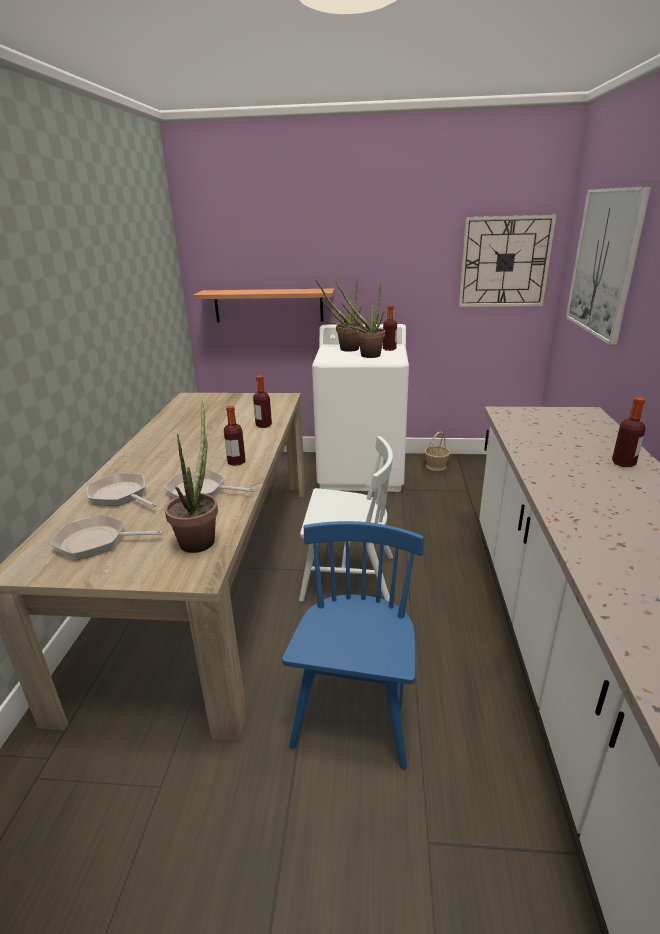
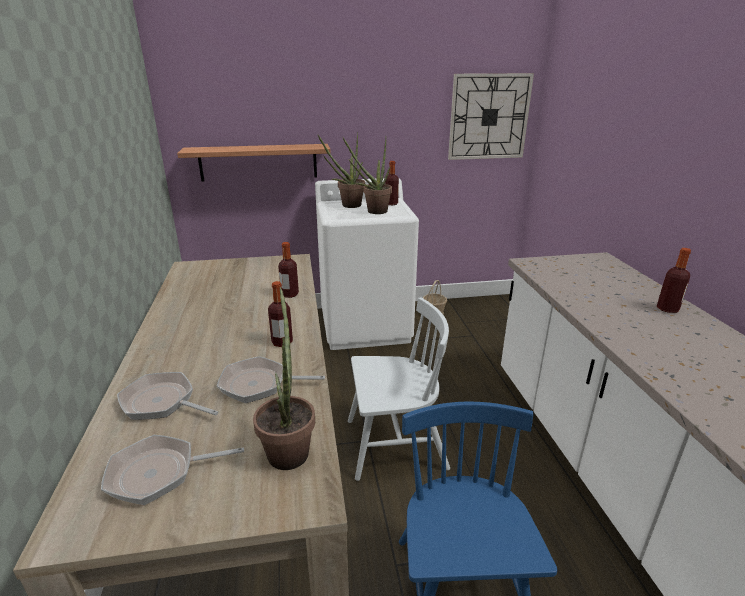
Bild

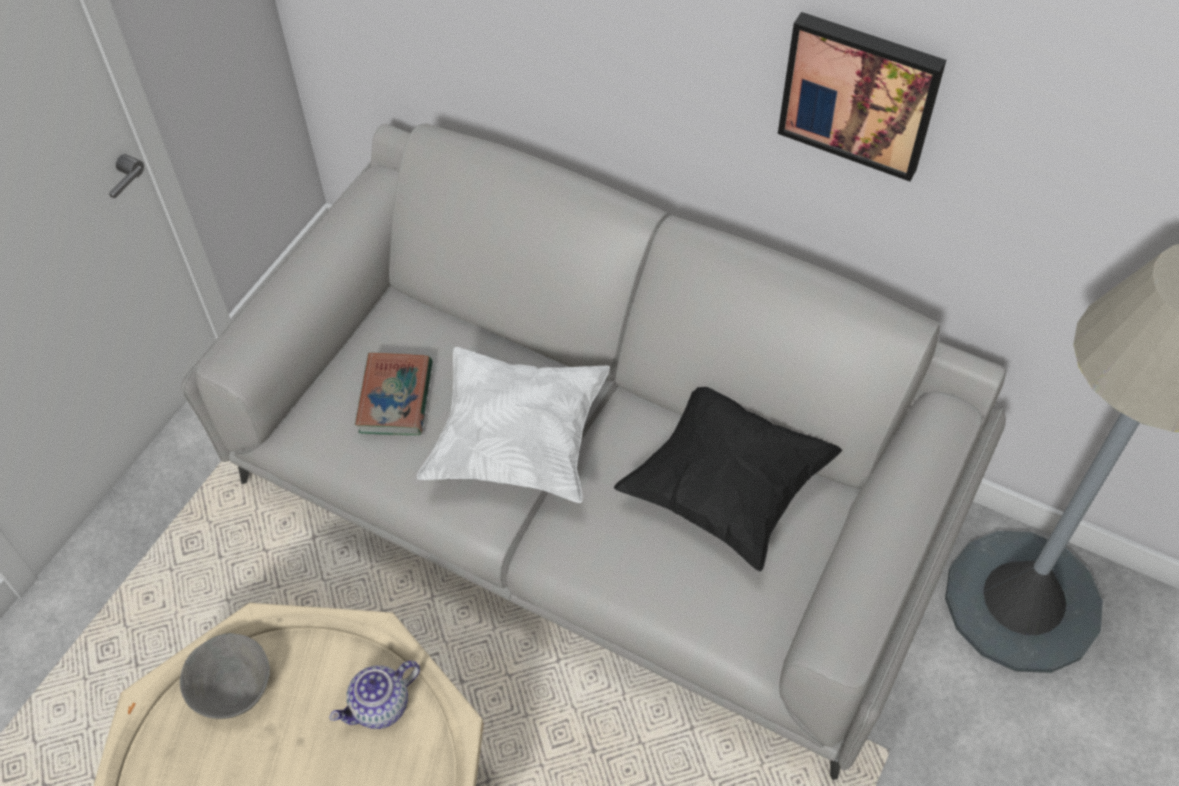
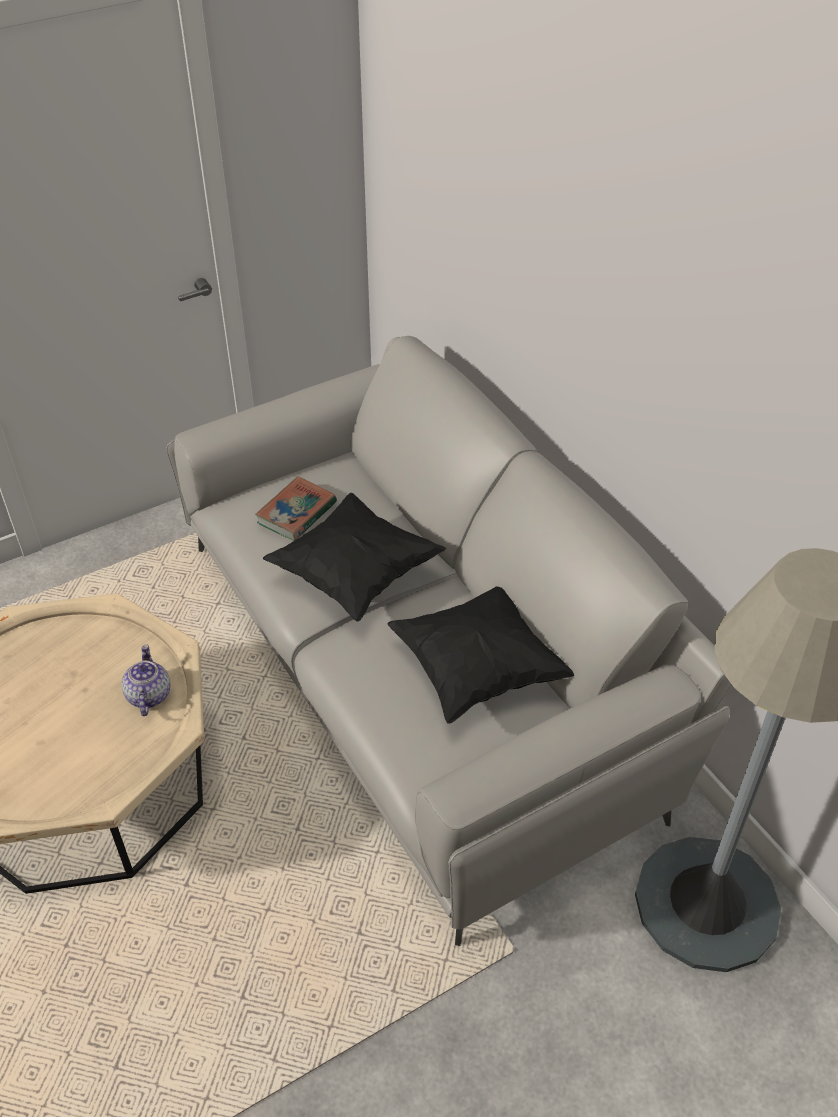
Teekanne
Kissen [schwarz] (1st from left)
Schüssel [grau]
Bild

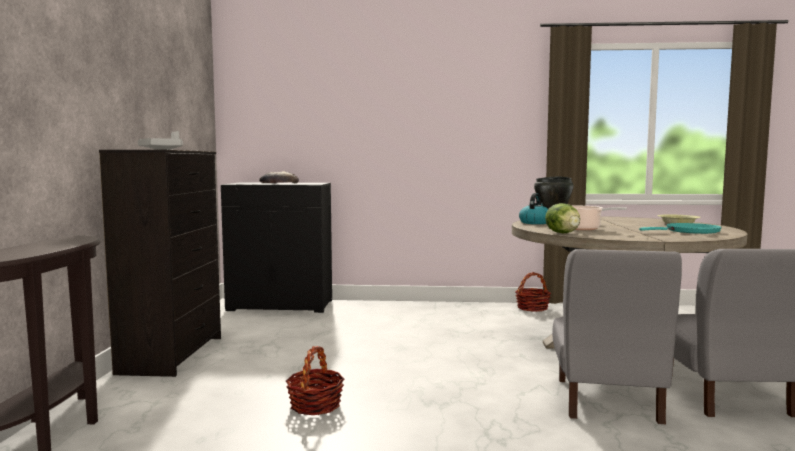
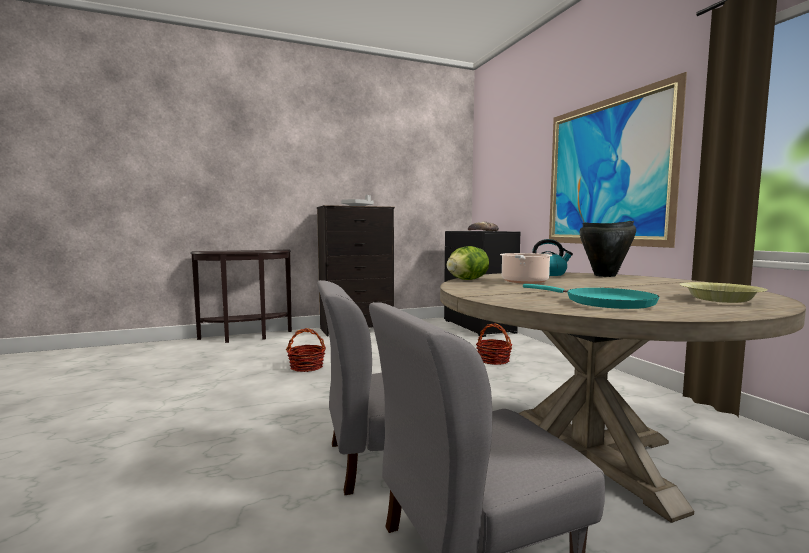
Korb (2nd from left)
Bild

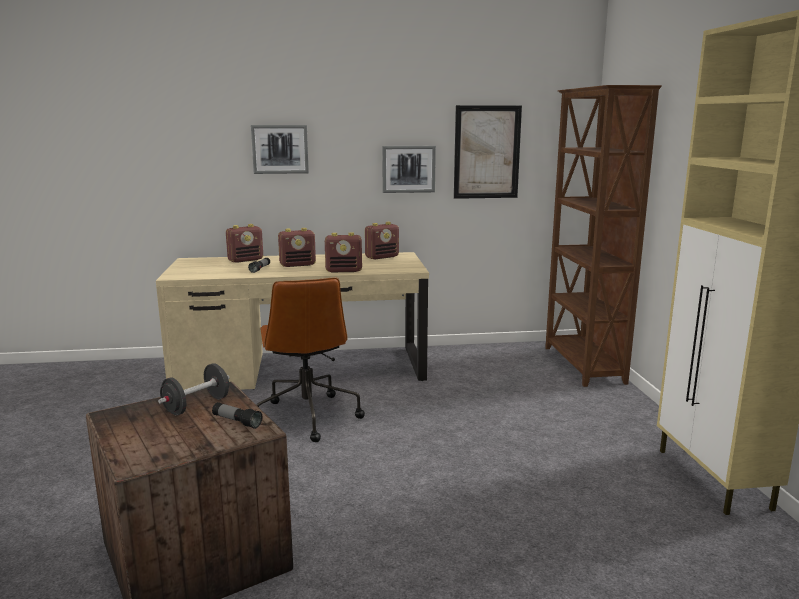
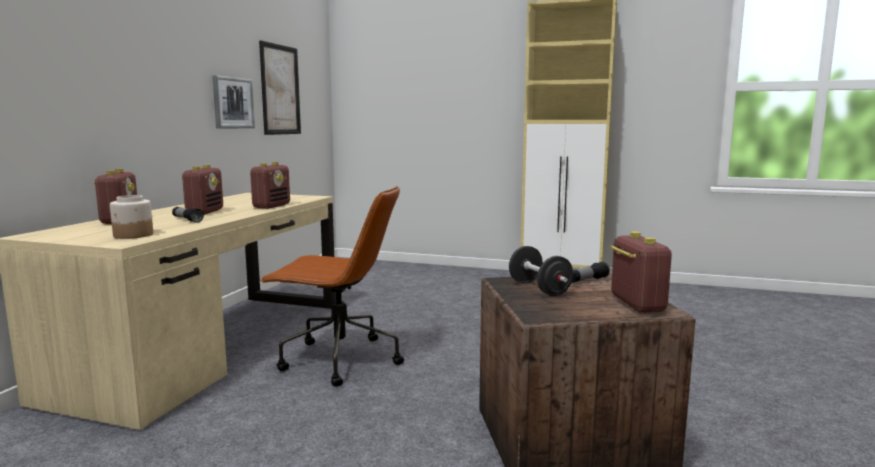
Vorratsglas
Radio (4th from left)
Bild (1st from left in the first image)
Bücherregal [braun]

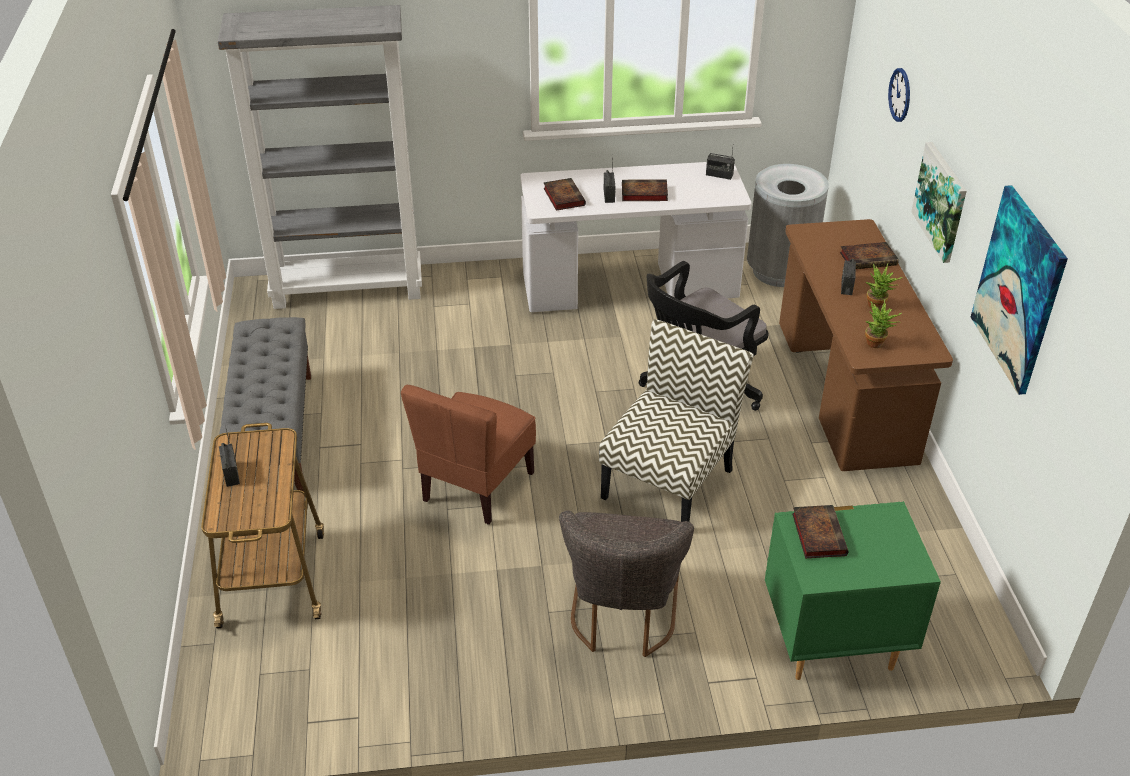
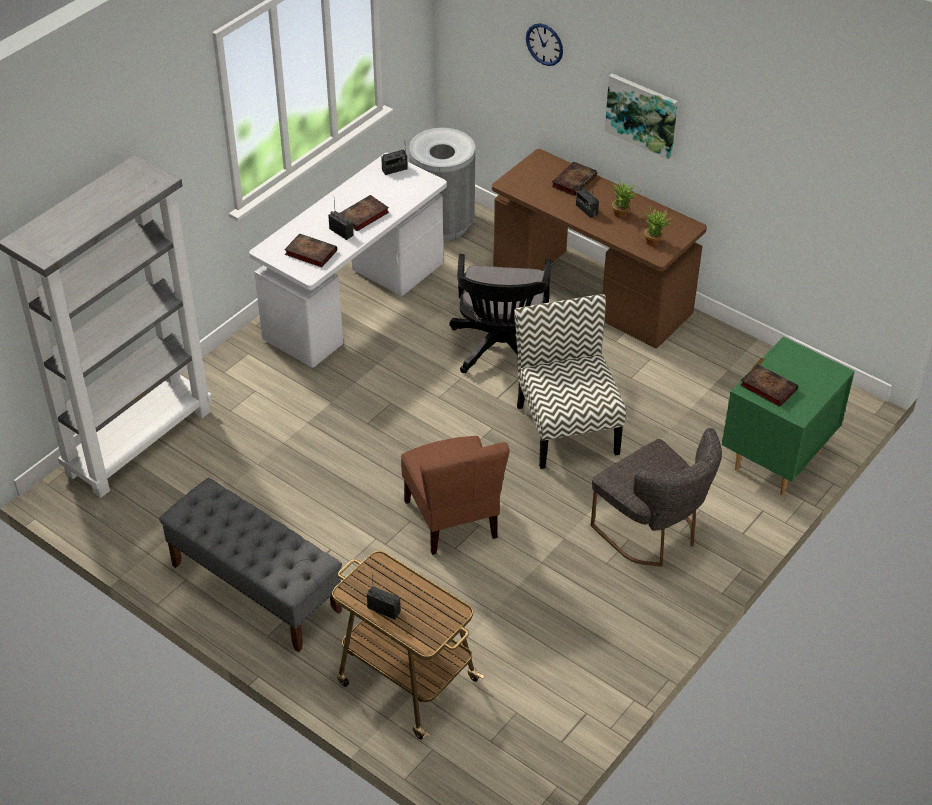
Bild (2nd from left in the first image)

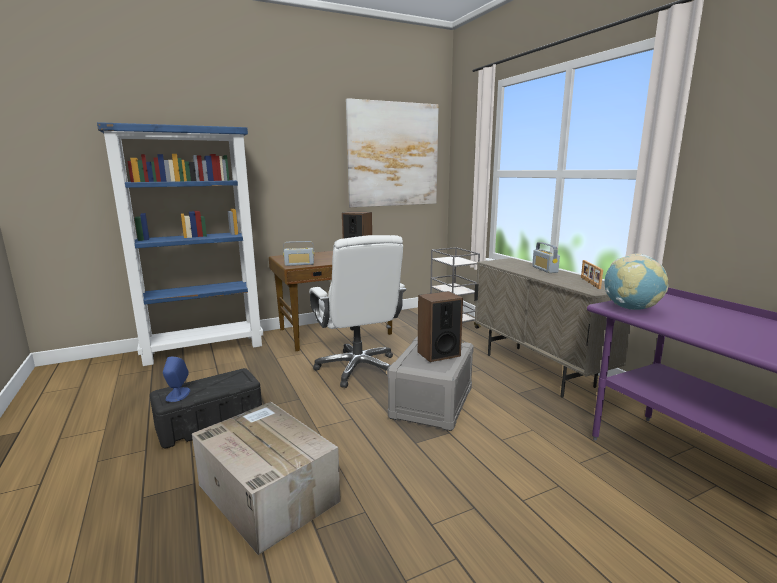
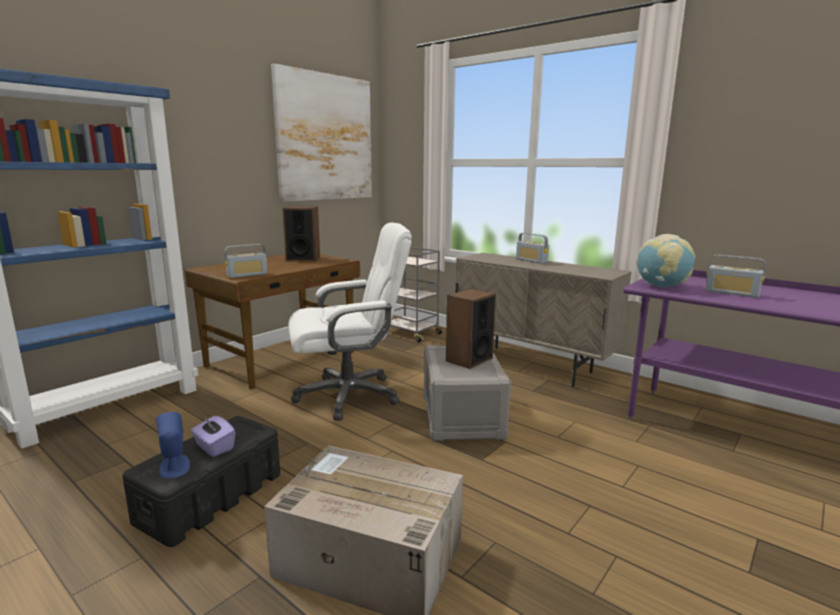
Taschentuchbox [lila]
Bürostuhl [weiß]
Radio (3rd from left)
Bilderrahmen

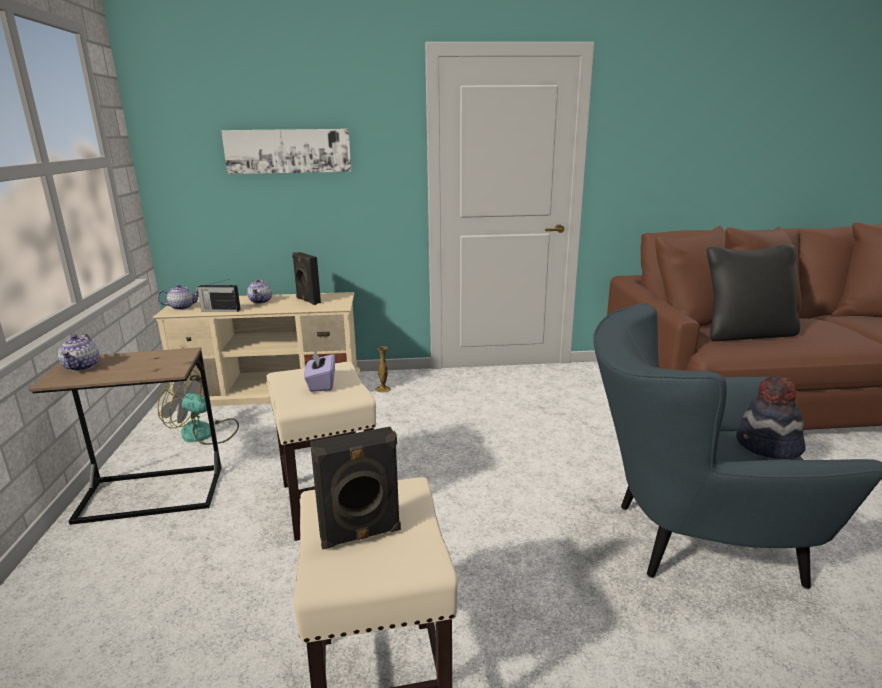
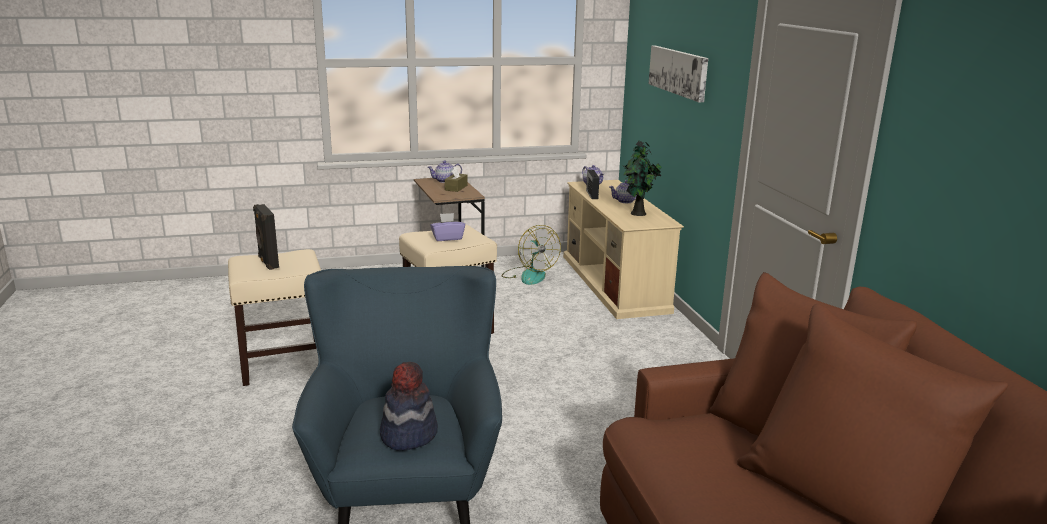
Taschentuchbox [braun]
Ventilator
Topfpflanze
Vase
Kissen [schwarz]

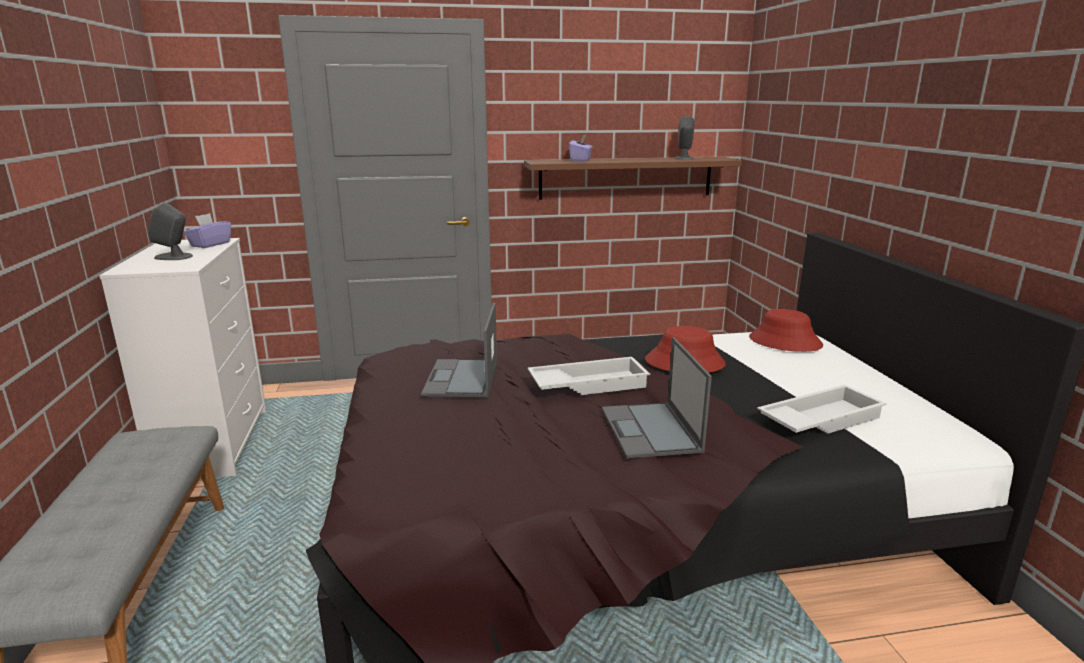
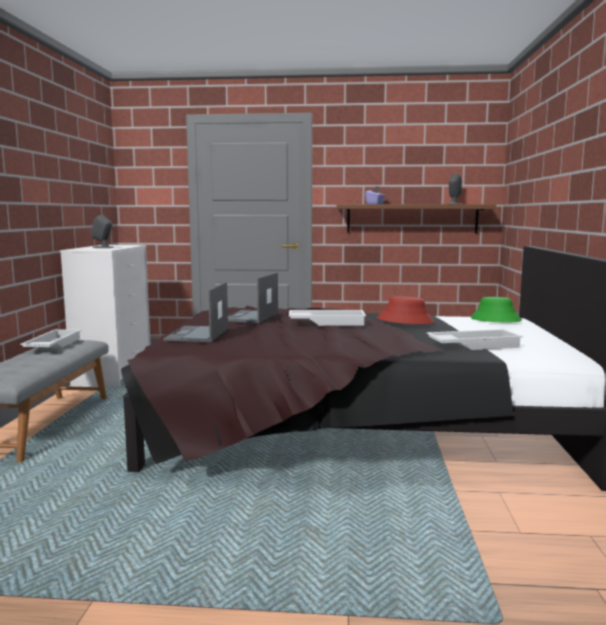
Tablett [weiß] (1st from left)
Laptop (1st from left)
Hut [grün]
Taschentuchbox [lila] (1st from left in the first image)

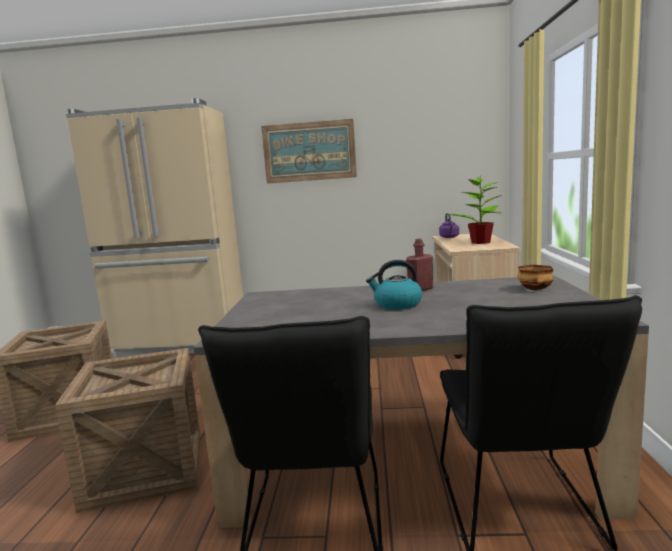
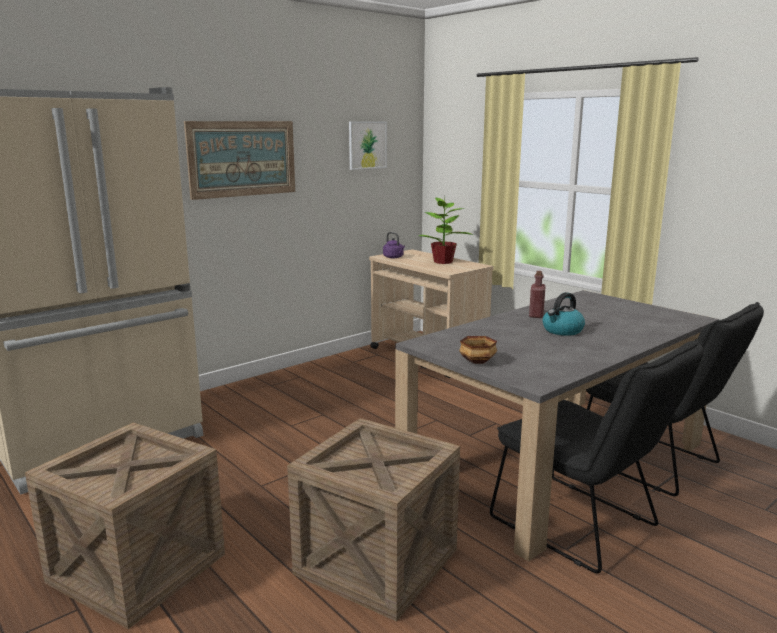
Bild (2nd from left)
Schüssel

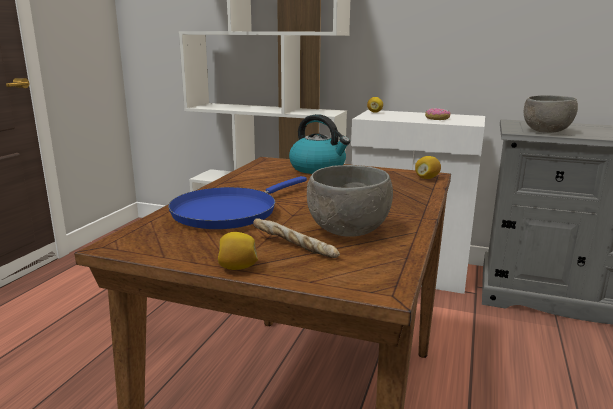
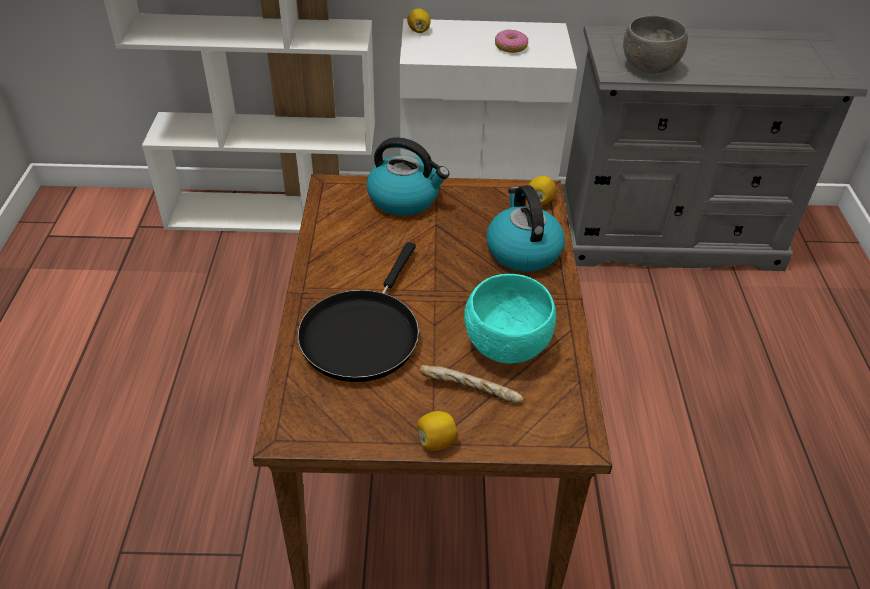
Pfanne [schwarz]
Schüssel [türkis]
Wasserkessel (2nd from left)

